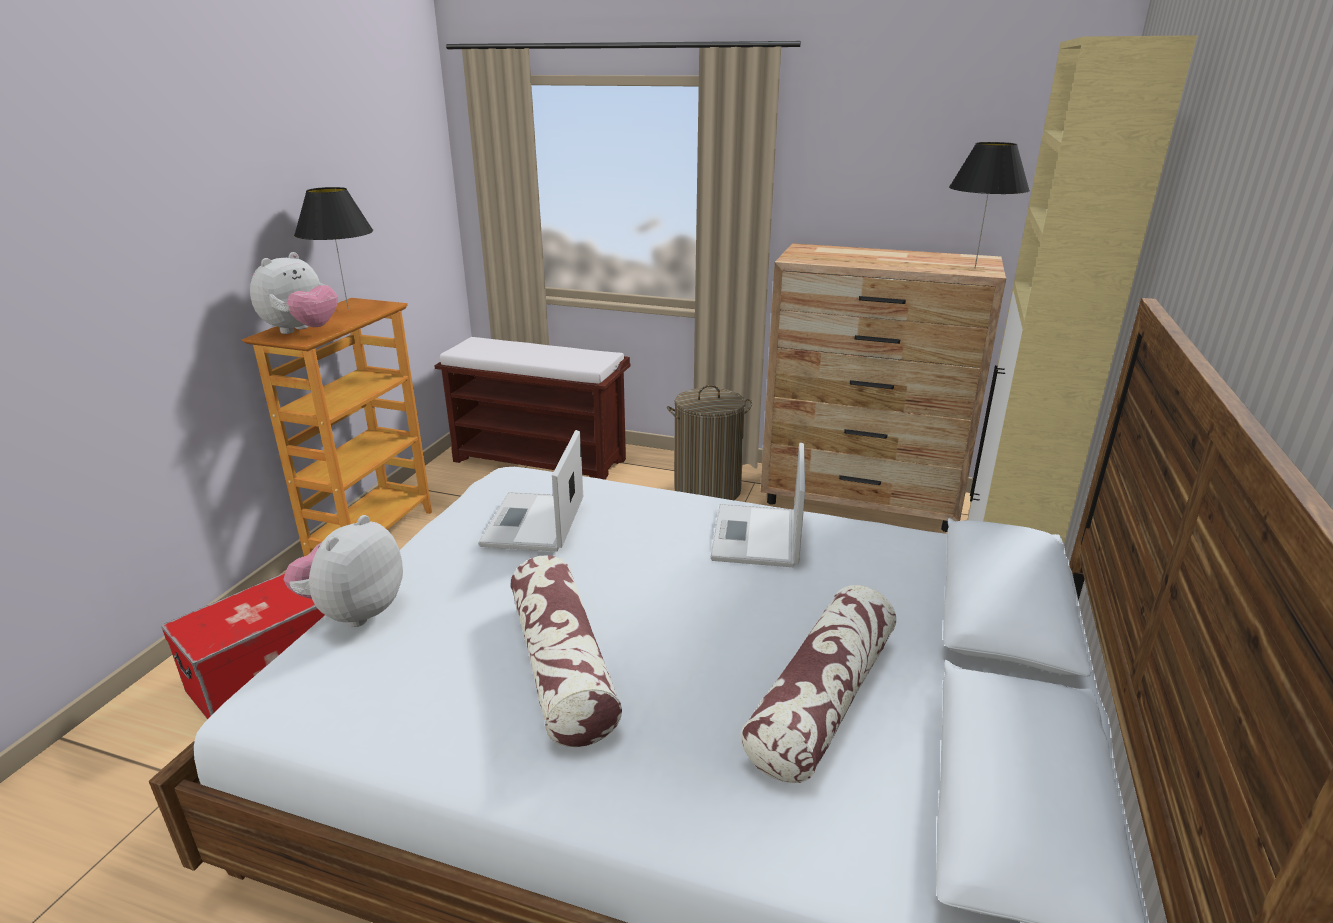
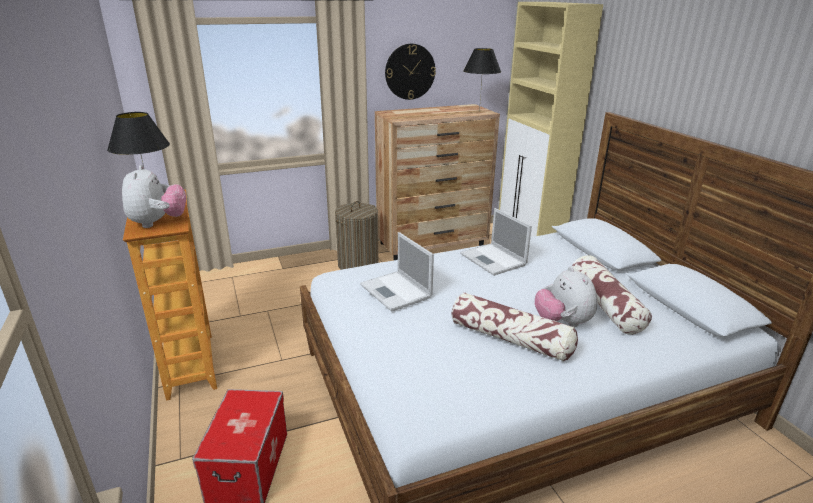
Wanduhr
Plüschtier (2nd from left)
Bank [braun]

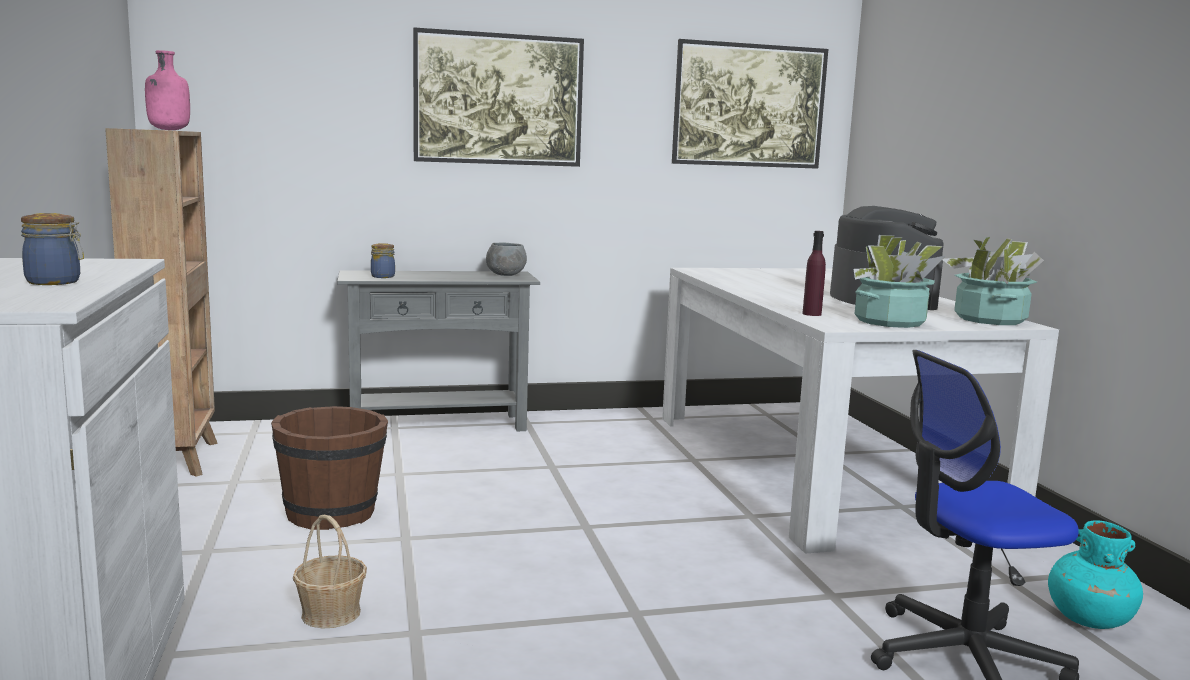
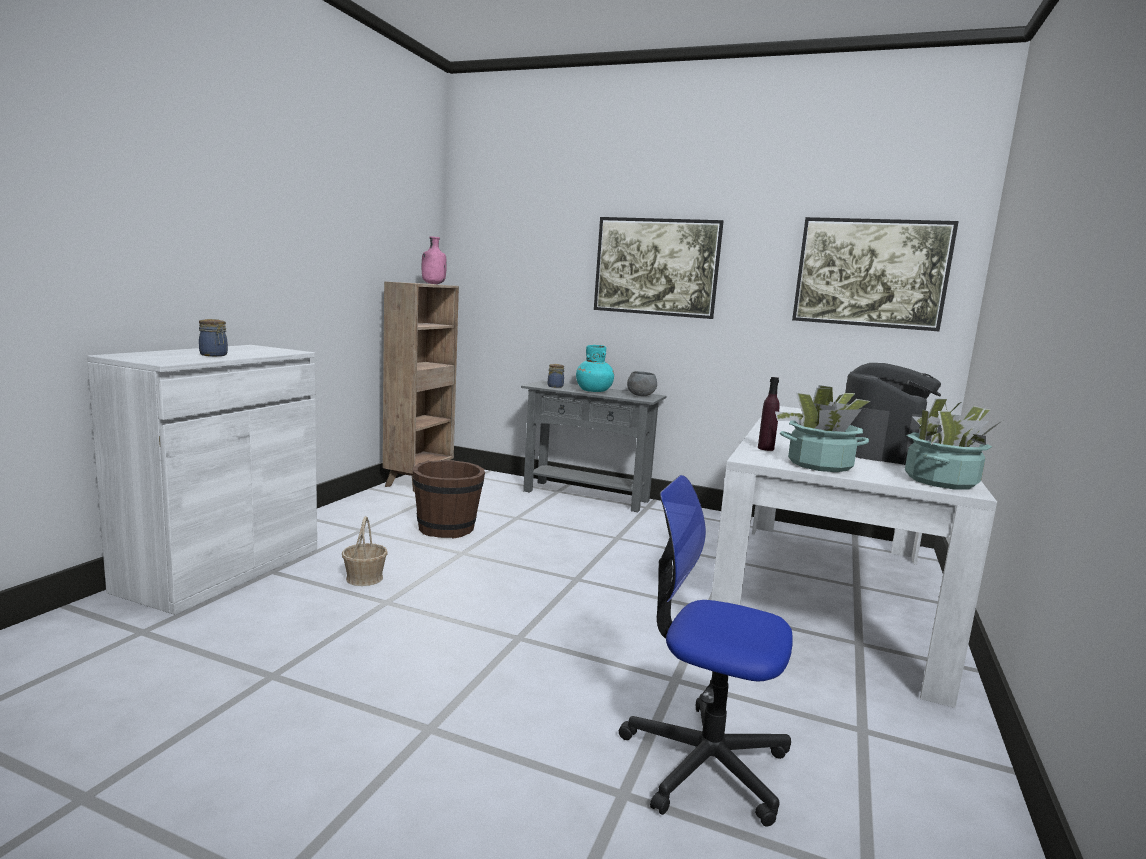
Vase [türkis]

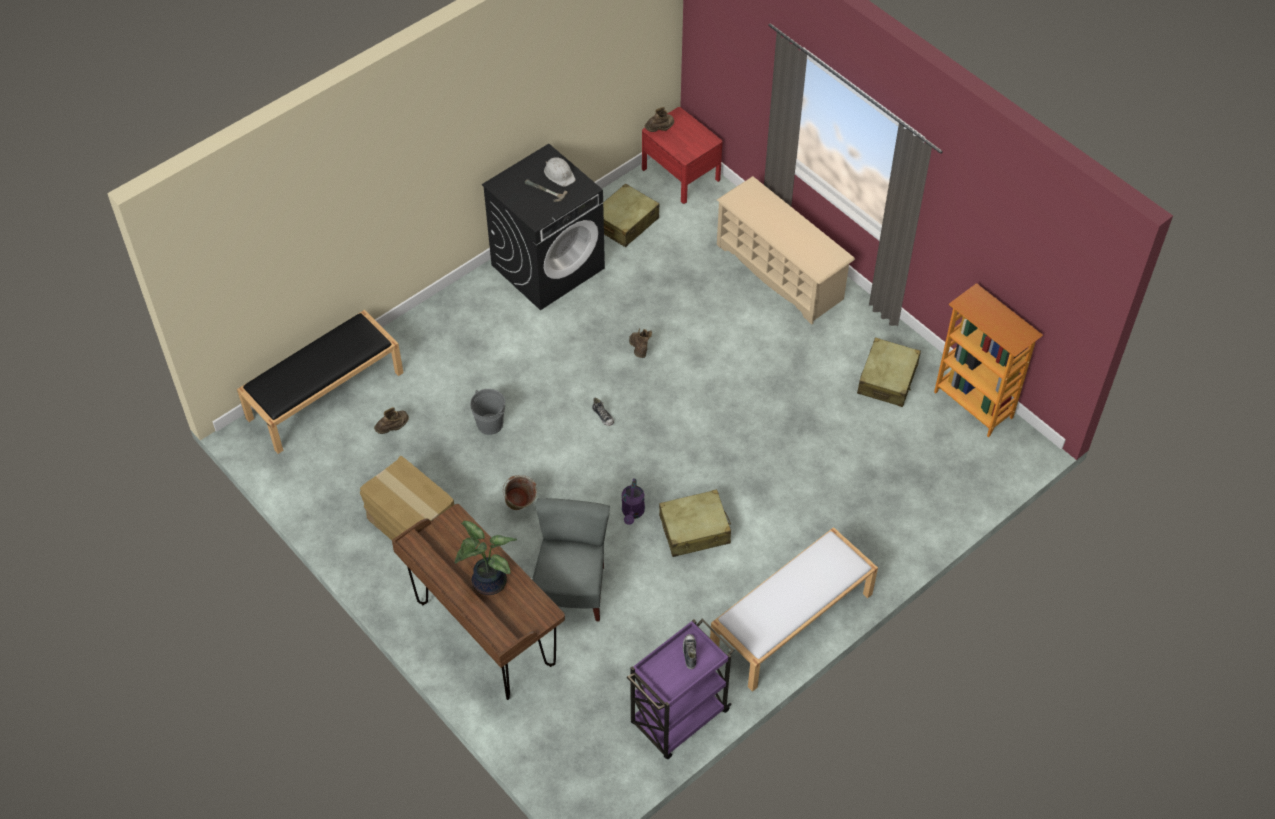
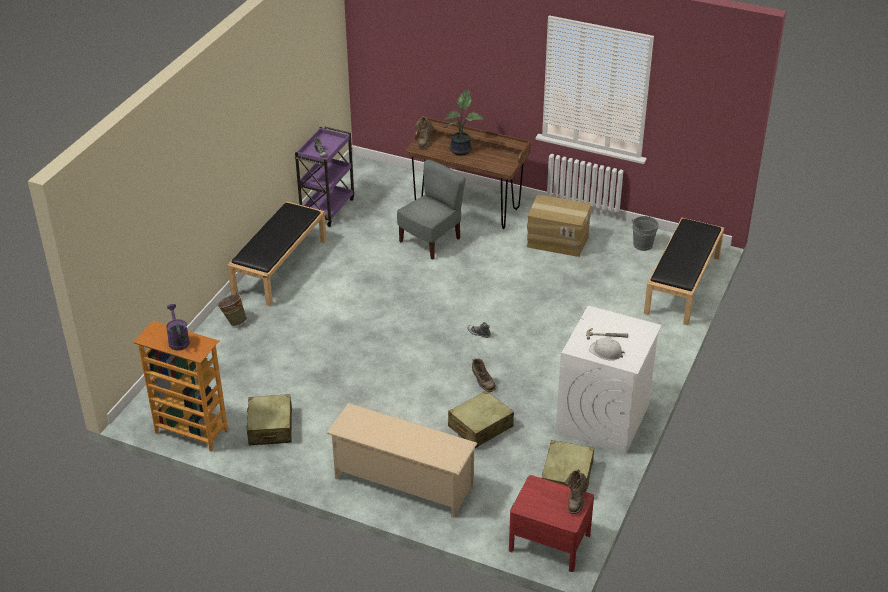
Gießkanne [lila]
Eimer [grün]
Bank [schwarz] (1st from left)
Stuhl [grau]
Stiefel [braun] (1st from left)
Koffer [beige] (2nd from left)
Waschmaschine [weiß]
Eimer [grau]

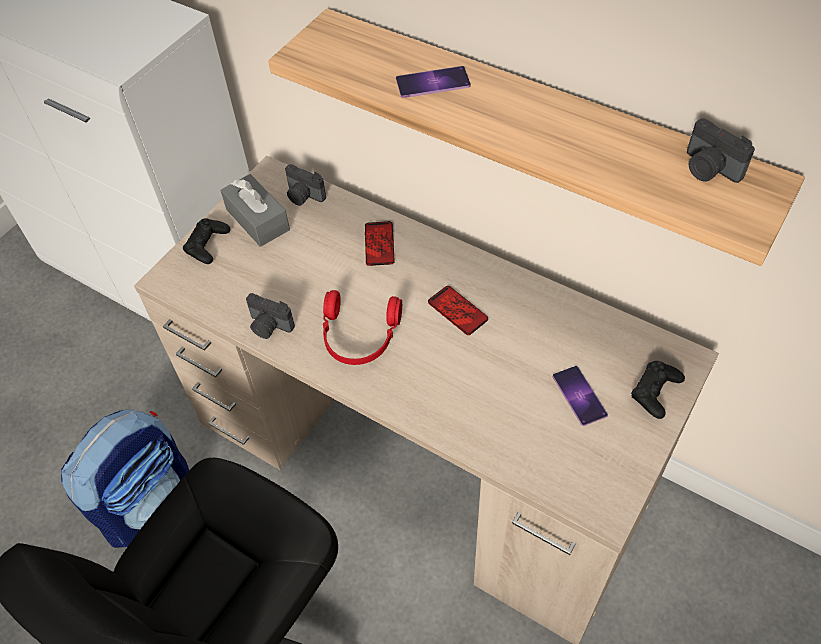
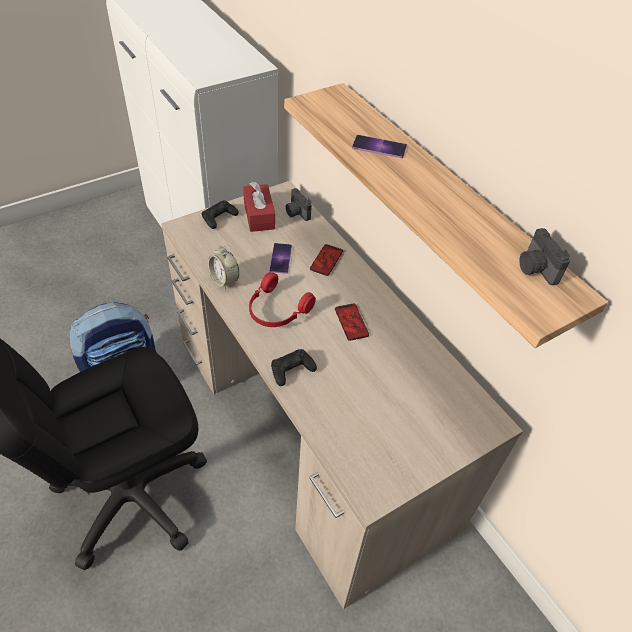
Wecker
Taschentuchbox [rot]
Handy (1st from left)
Gamepad [schwarz] (2nd from left)

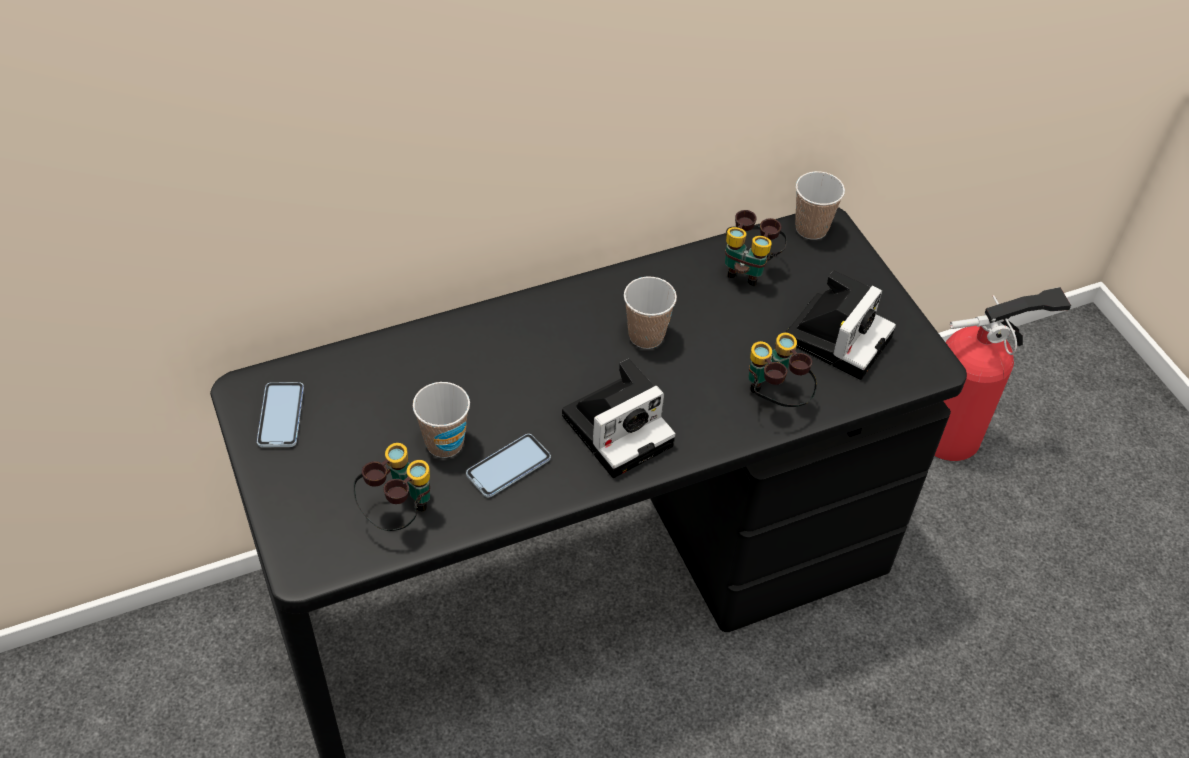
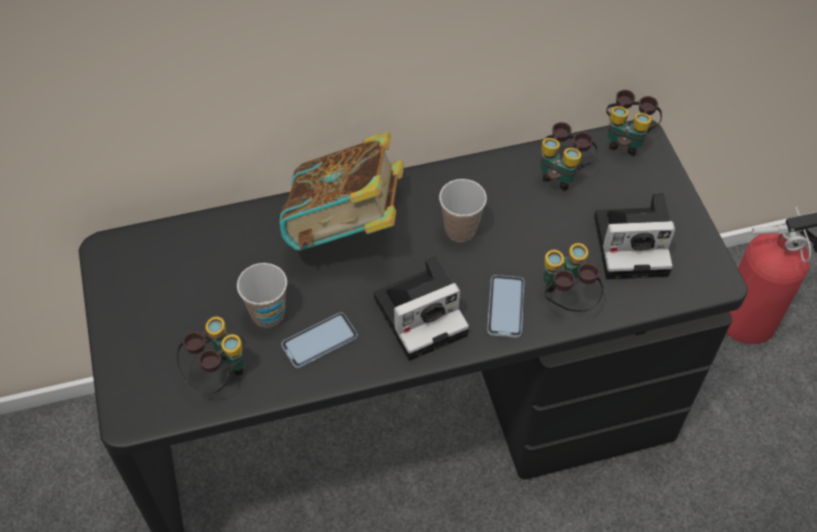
Buch
Handy (2nd from left)
Kamera (2nd from left)
Fernglas (4th from left)

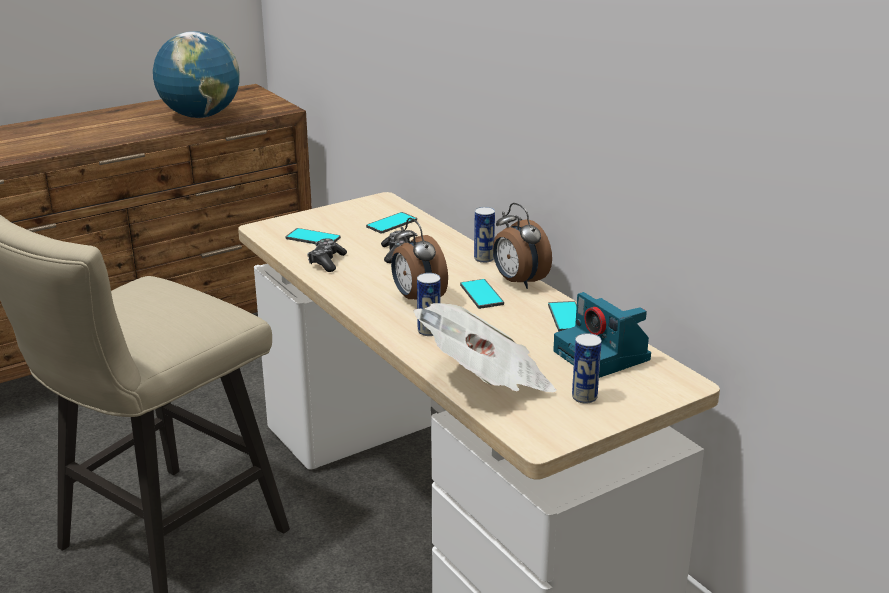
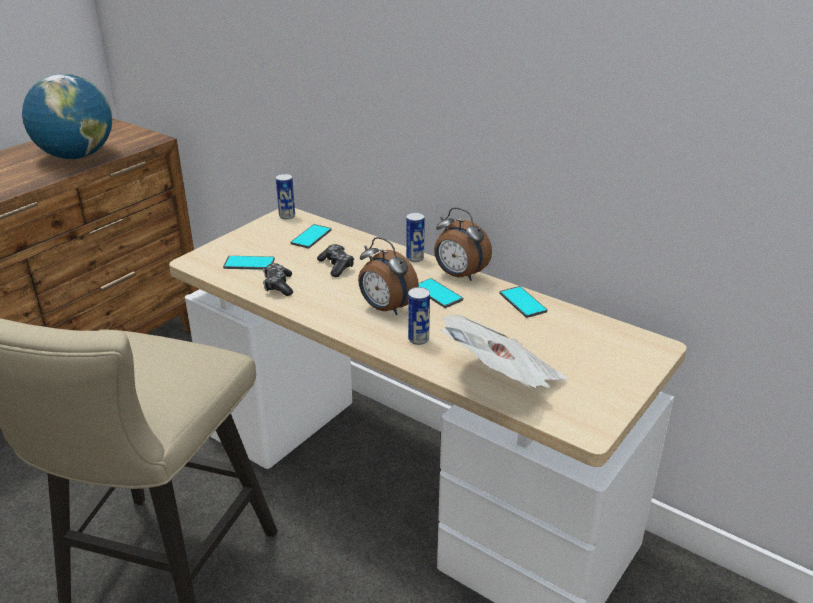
Dose (1st from left)
Kamera

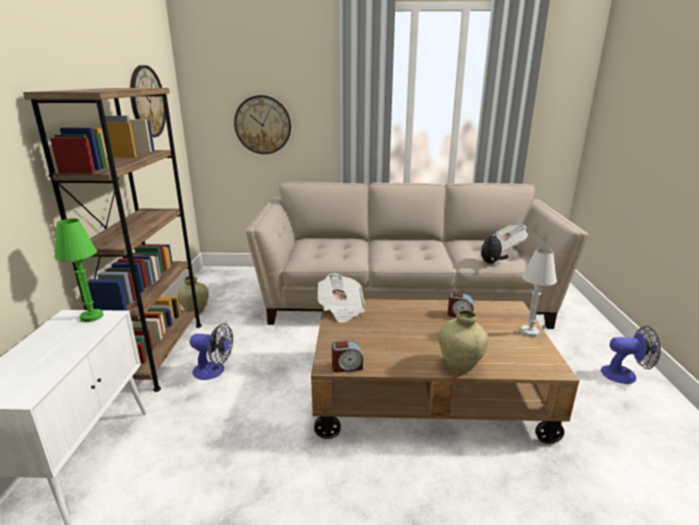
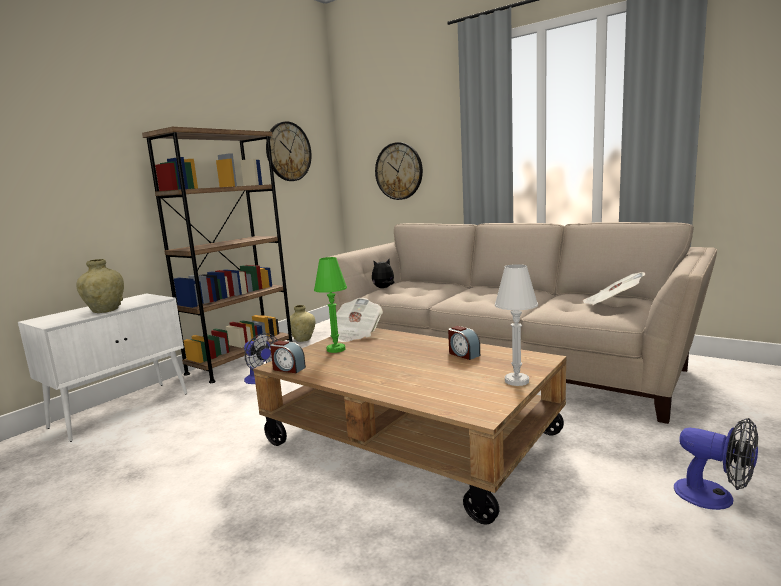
Vase [beige] (1st from left)
Tischlampe [grün]
Plüschtier

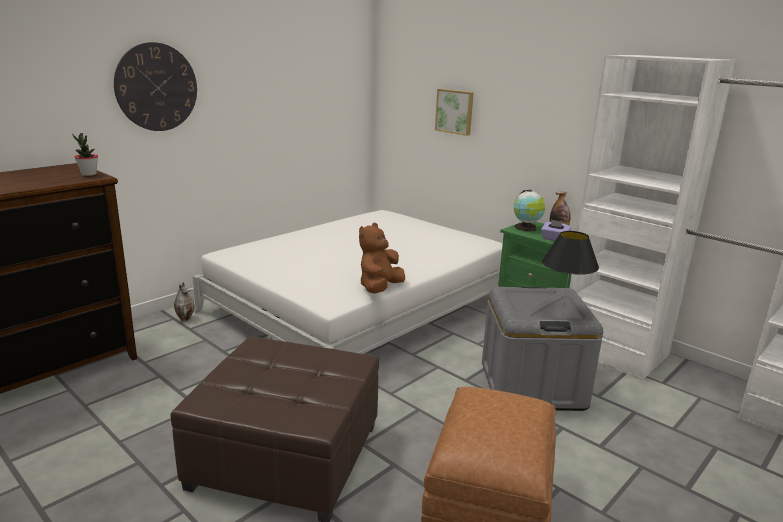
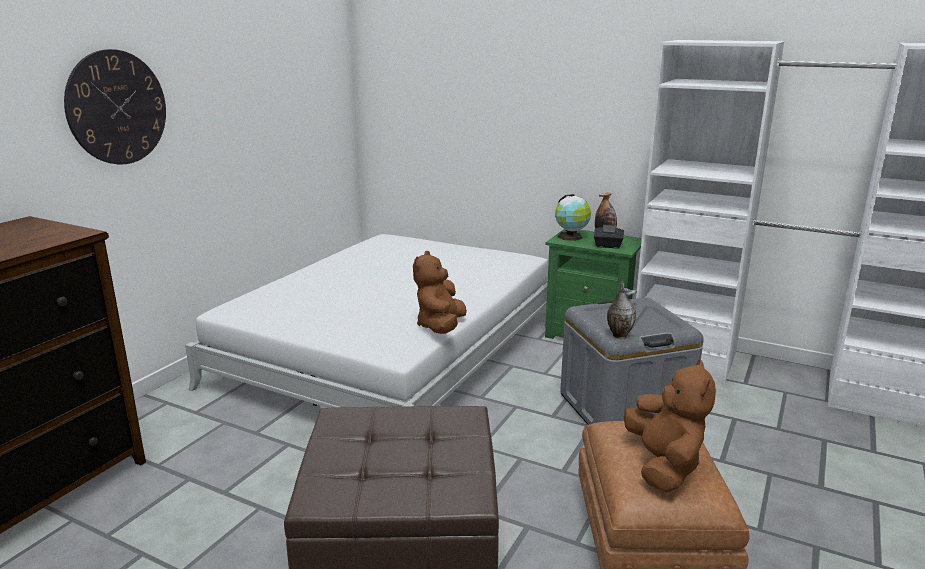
Taschentuchbox [schwarz]
Vase
Plüschtier [braun] (2nd from left)
Topfpflanze
Bild
Tischlampe [schwarz]

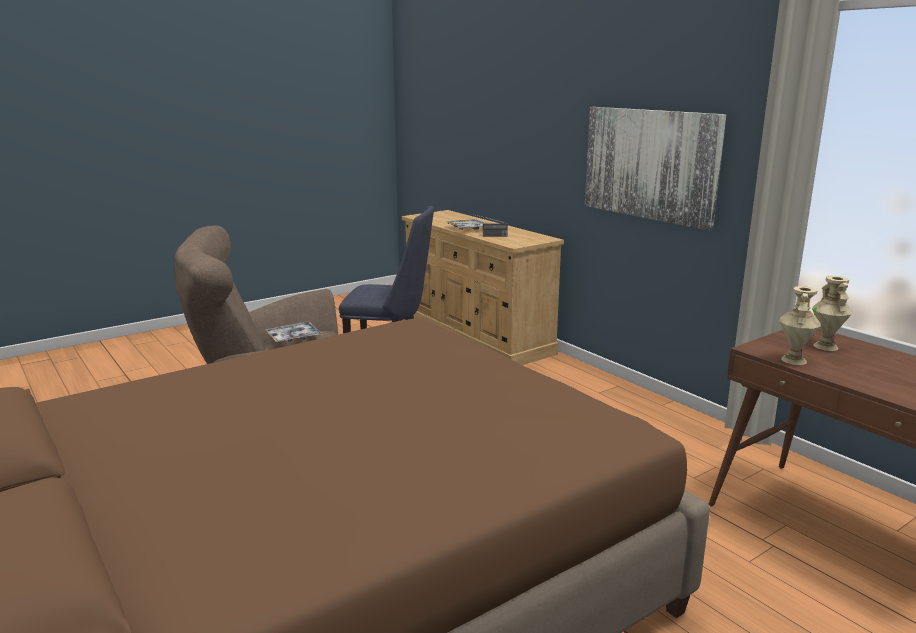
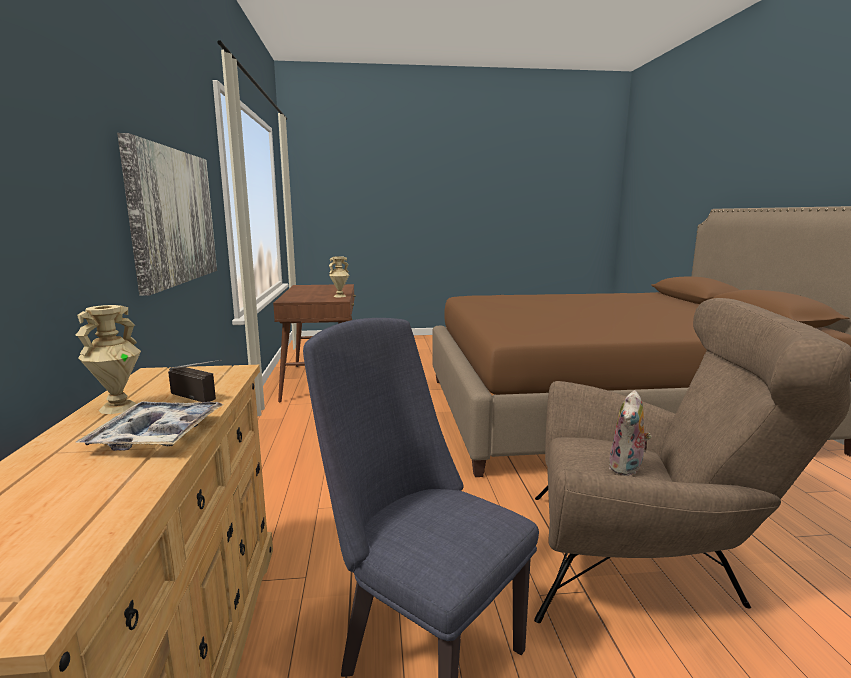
Vase [beige] (1st from left)
Plüschtier

